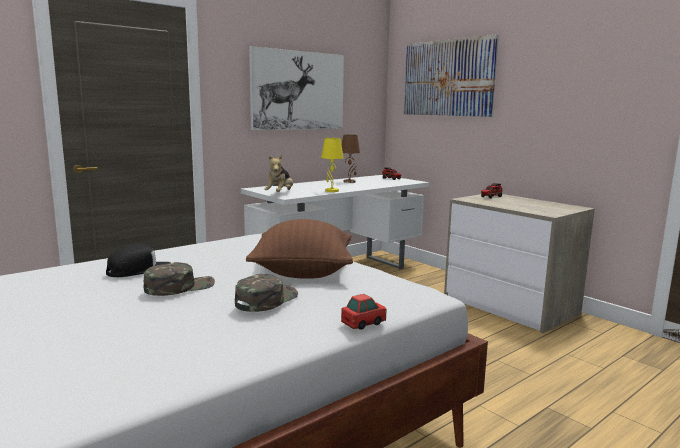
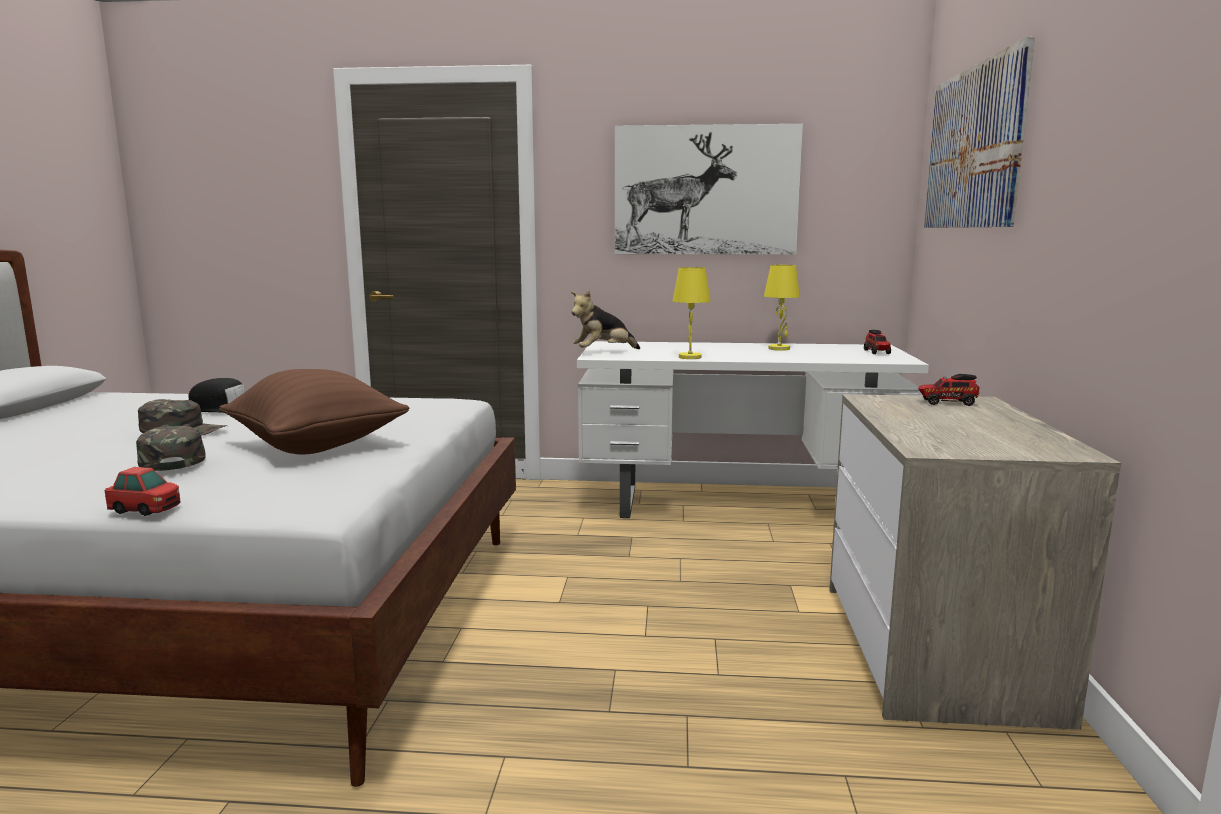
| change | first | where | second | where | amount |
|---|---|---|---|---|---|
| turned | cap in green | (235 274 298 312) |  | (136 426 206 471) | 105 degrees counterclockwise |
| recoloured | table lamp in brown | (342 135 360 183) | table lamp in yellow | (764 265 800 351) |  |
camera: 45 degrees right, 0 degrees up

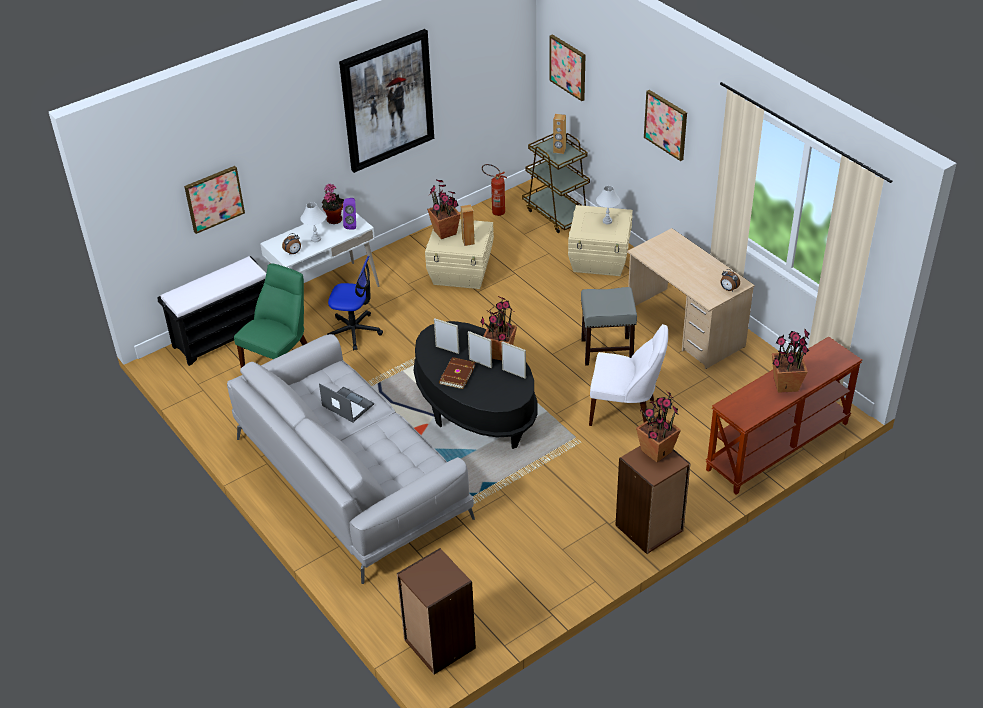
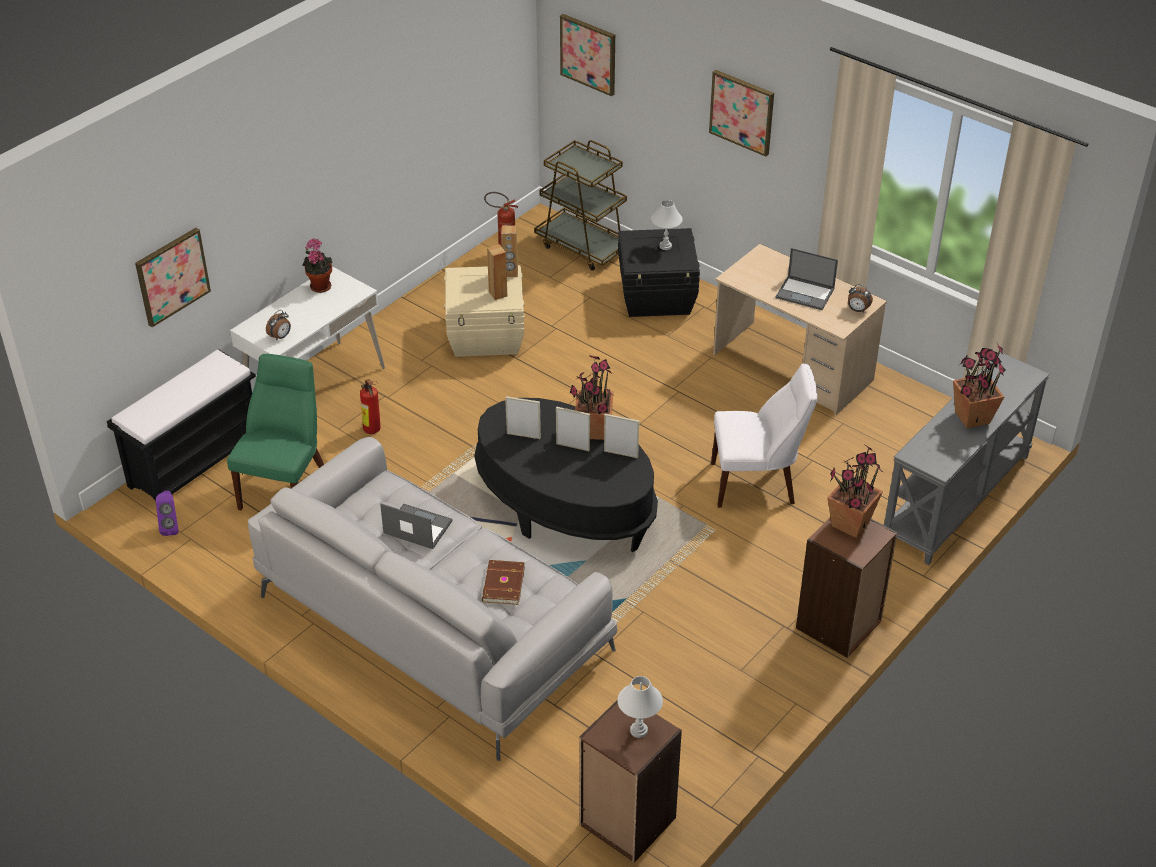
| change | first | where | second | where | amount |
|---|---|---|---|---|---|
| moved | speaker in purple | (343 198 356 230) |  | (156 490 179 536) |  |
| replaced | office chair | (327 256 383 351) | fire extinguisher | (360 379 381 434) |  |
| moved | book in brown | (439 357 476 389) |  | (482 560 525 605) |  |
| moved | speaker in brown | (553 114 566 154) |  | (501 225 518 277) |  |
| moved | table lamp in white | (300 202 326 242) |  | (617 676 663 738) |  |
| recoloured | storage box in beige | (568 205 633 276) | storage box in black | (618 228 700 317) |  |
| added |  |  | laptop | (776 248 838 310) |  |
| recoloured | console table in brown | (705 337 862 495) | console table in grey | (884 352 1050 565) |  |
| removed | picture | (339 29 434 173) |  |  |  |
| removed | potted plant | (427 180 461 239) |  |  |  |
| removed | stool in grey | (581 287 637 366) |  |  |  |
camera: 15 degrees left, 0 degrees up

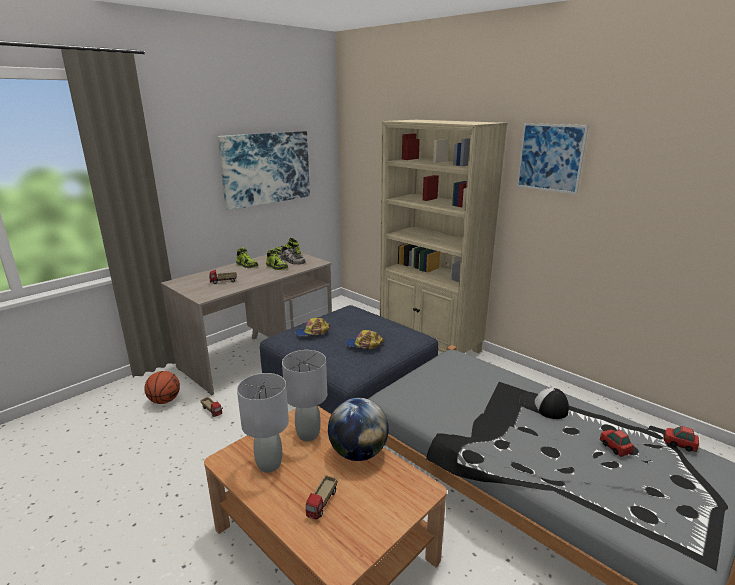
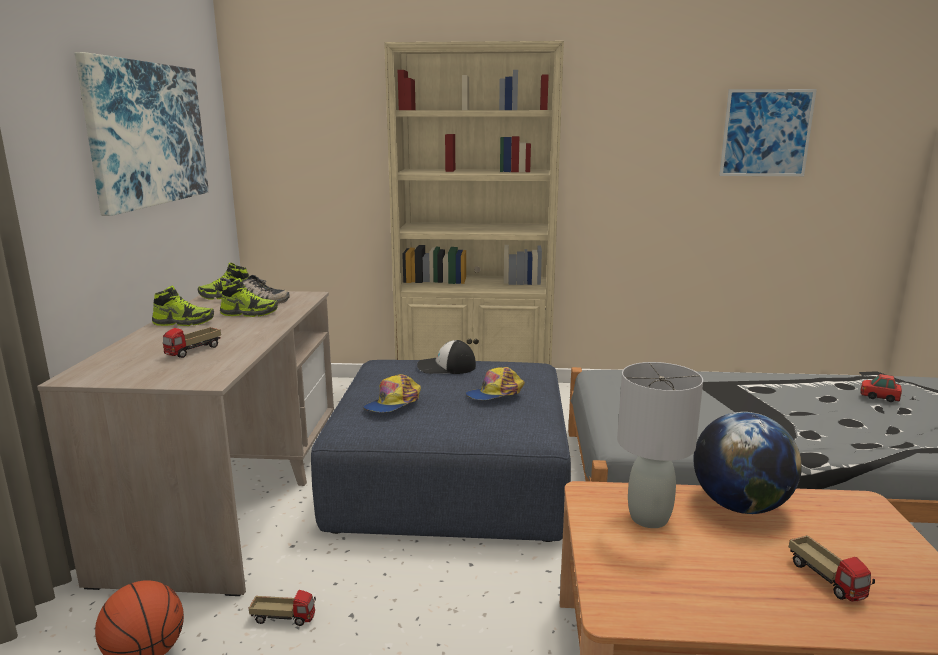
| change | first | where | second | where | amount |
|---|---|---|---|---|---|
| moved | cap | (519 388 569 419) |  | (417 340 476 374) |  |
| moved | picture | (516 123 589 194) |  | (719 89 817 176) |  |
| removed | table lamp in grey | (237 373 289 473) |  |  |  |
| removed | toy car | (664 426 699 452) |  |  |  |
camera: 40 degrees left, 5 degrees down

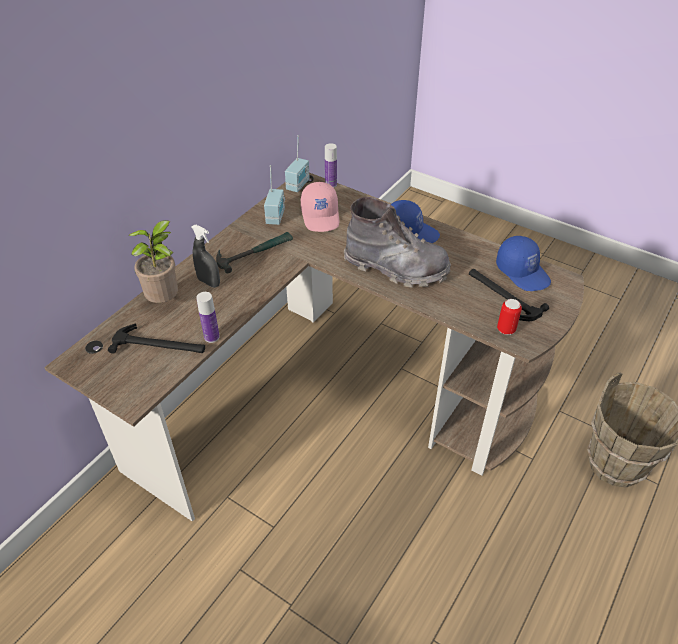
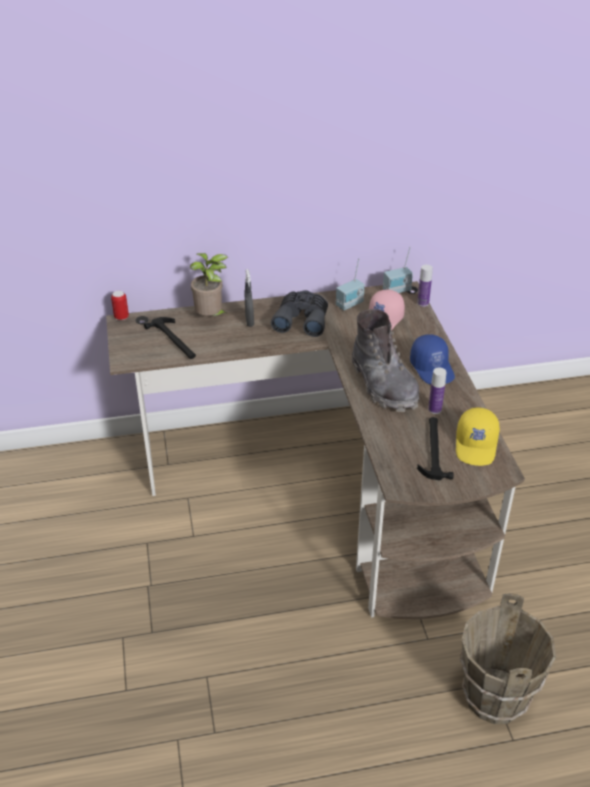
| change | first | where | second | where | amount |
|---|---|---|---|---|---|
| moved | can | (497 299 522 335) |  | (111 291 129 320) |  |
| replaced | hammer | (216 232 293 274) | binoculars in grey | (271 290 328 337) |  |
| moved | bottle | (196 292 220 343) |  | (428 368 447 414) |  |
| recoloured | cap in blue | (496 236 551 291) | cap in yellow | (456 408 500 466) |  |
camera: 45 degrees right, 5 degrees down

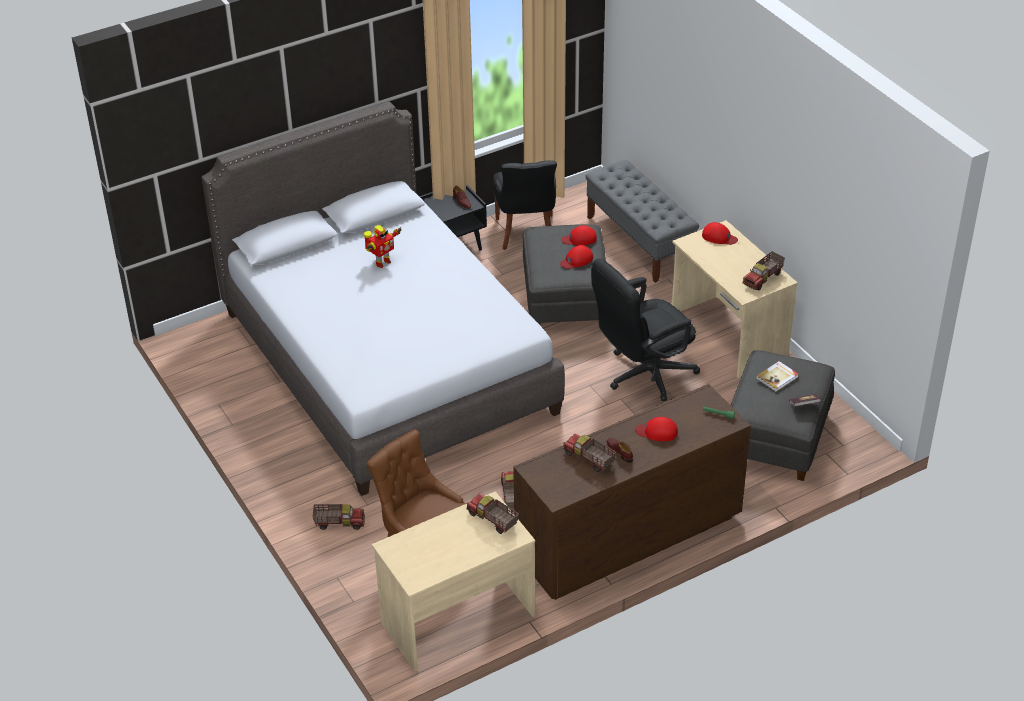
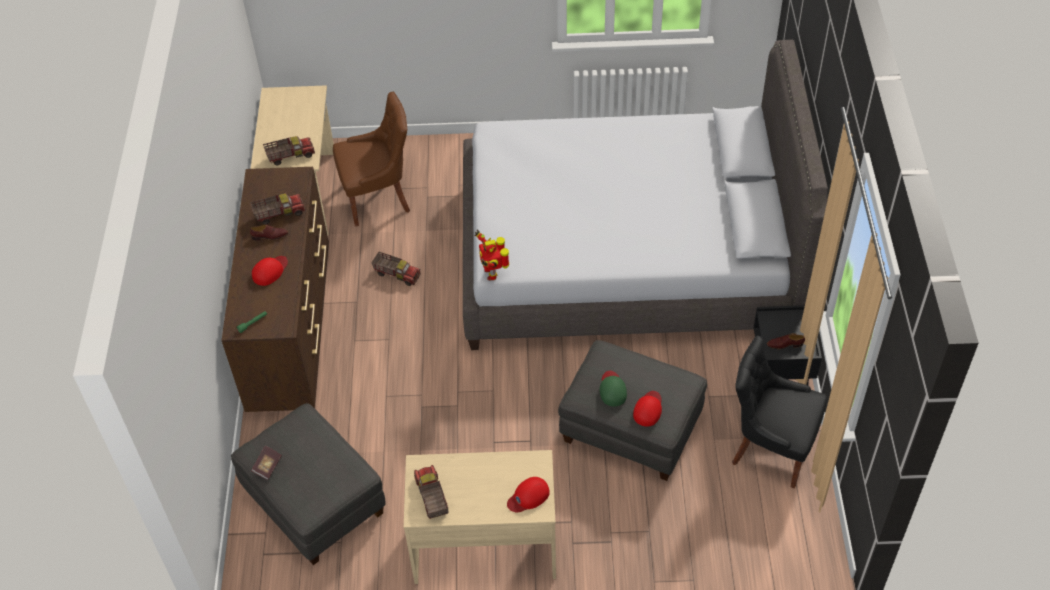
| change | first | where | second | where | amount |
|---|---|---|---|---|---|
| moved | toy robot | (364 225 401 268) |  | (475 229 509 281) |  |
| recoloured | cap in red | (560 245 593 269) | cap in green | (599 371 627 407) |  |
| removed | toy truck | (312 504 365 530) |  |  |  |
| removed | bench in grey | (585 160 699 283) |  |  |  |
| removed | office chair in black | (591 258 700 401) |  |  |  |
| removed | book | (756 361 798 392) |  |  |  |
camera: 120 degrees right, 10 degrees up

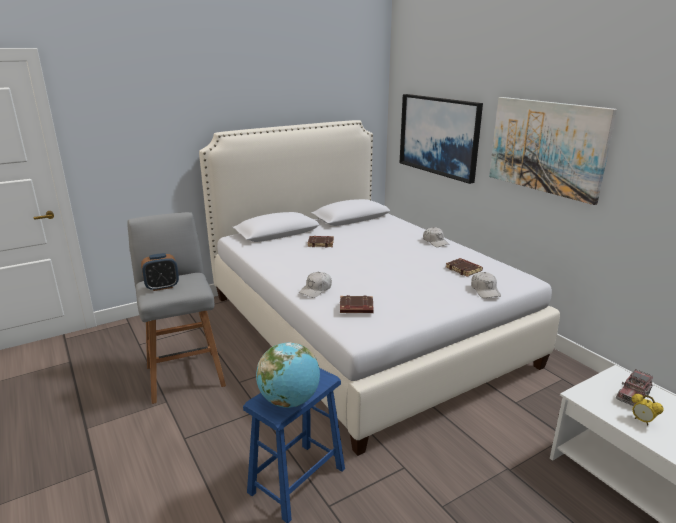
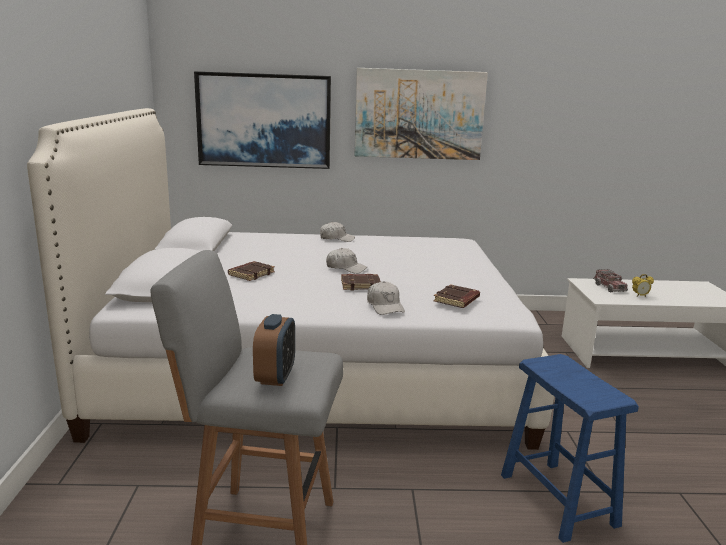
| change | first | where | second | where | amount |
|---|---|---|---|---|---|
| moved | cap in white | (471 272 501 298) |  | (326 248 367 274) |  |
| moved | book in brown | (446 258 483 277) |  | (341 274 381 291) |  |
| removed | globe | (256 342 320 408) |  |  |  |
camera: 60 degrees left, 5 degrees down

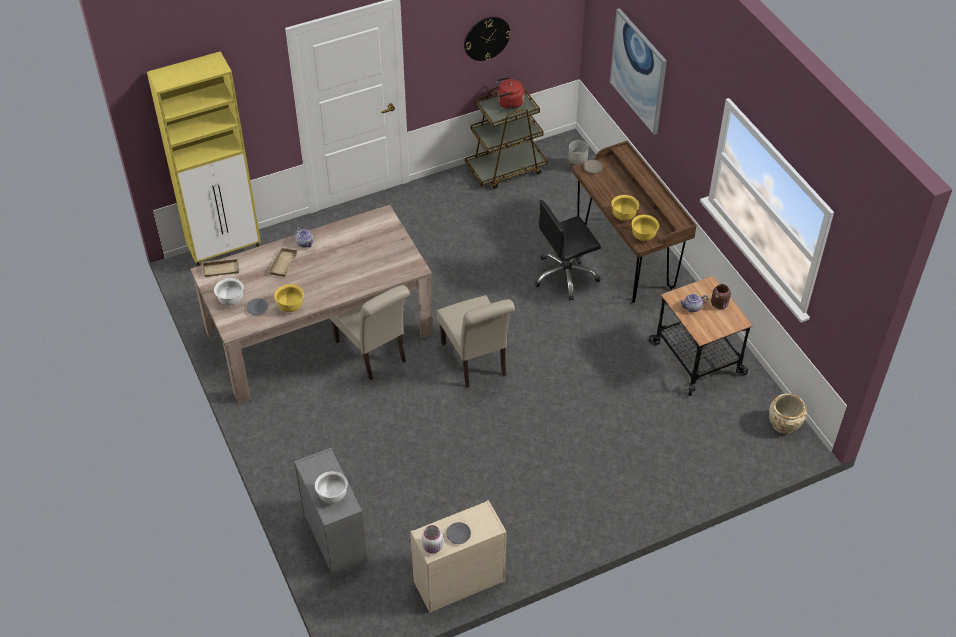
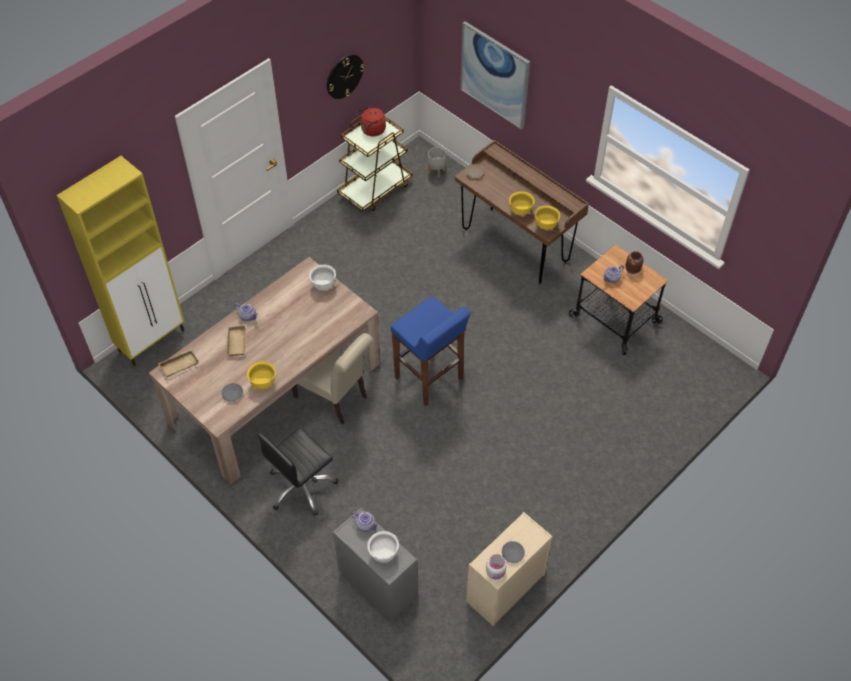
| change | first | where | second | where | amount |
|---|---|---|---|---|---|
| moved | office chair in black | (534 200 601 301) |  | (257 428 338 516) |  |
| moved | bowl in white | (214 278 244 306) |  | (309 264 336 290) |  |
| added |  |  | teapot | (351 512 379 532) |  |
| replaced | chair in beige | (437 295 515 388) | stool in blue | (391 296 471 406) |  |
| removed | planter in beige | (769 393 807 434) |  |  |  |
camera: 20 degrees left, 5 degrees up

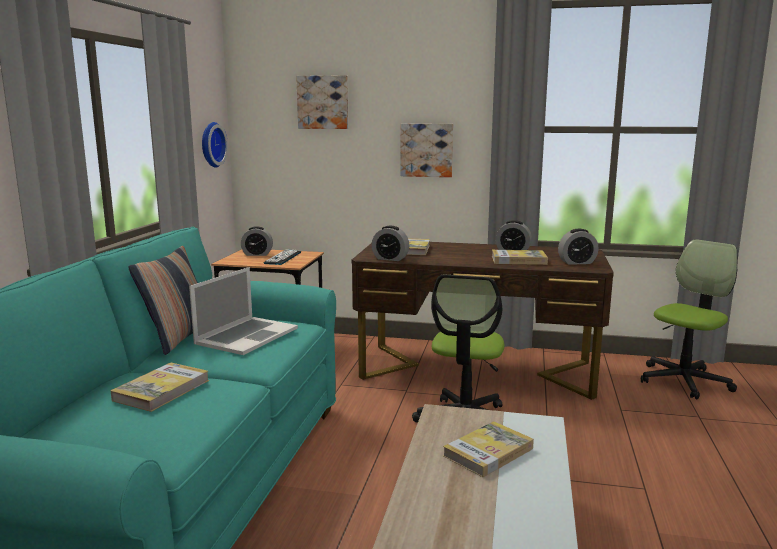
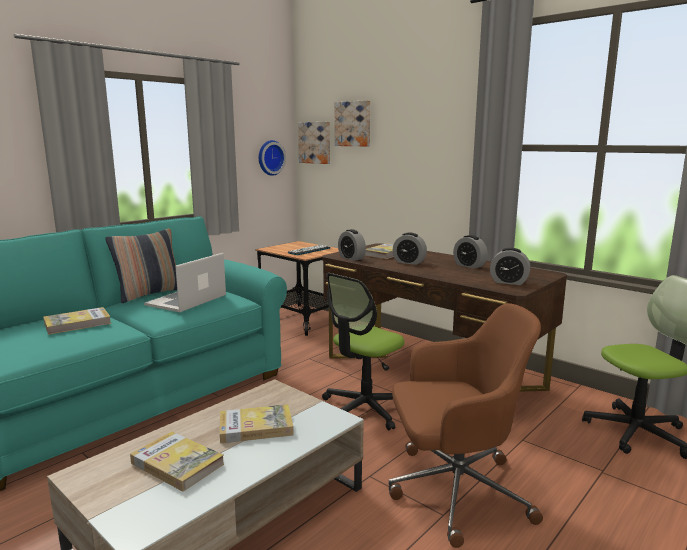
| change | first | where | second | where | amount |
|---|---|---|---|---|---|
| moved | book | (492 250 548 265) |  | (130 431 224 491) |  |
| turned | laptop | (189 267 298 355) |  | (144 253 226 312) | 150 degrees clockwise |
| moved | picture | (400 124 453 177) |  | (298 122 330 164) |  |
| added |  |  | office chair in brown | (389 303 543 548) |  |
| moved | alarm clock | (241 226 273 256) |  | (393 233 427 265) |  |
camera: 30 degrees right, 0 degrees up

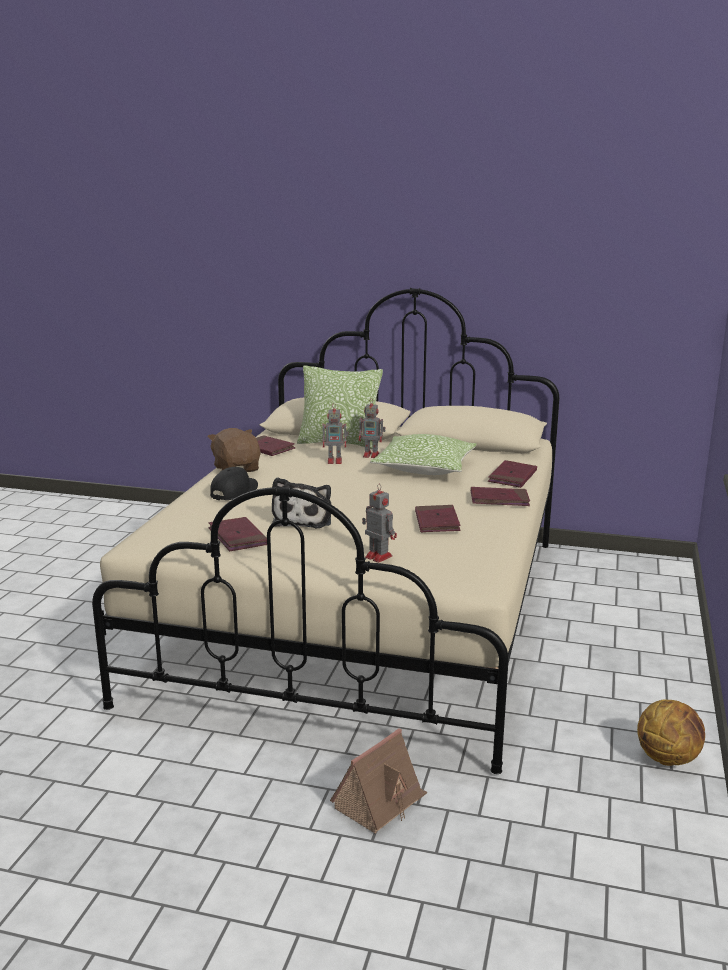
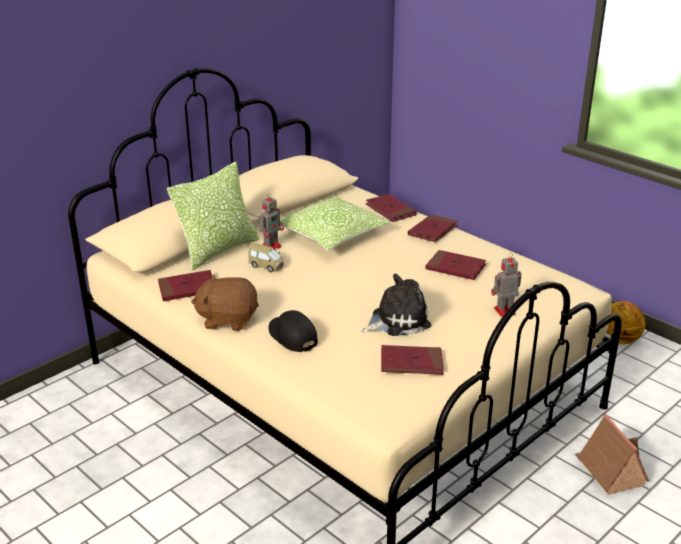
| change | first | where | second | where | amount |
|---|---|---|---|---|---|
| replaced | toy robot | (322 403 349 464) | toy car | (248 243 284 272) |  |
| turned | plush toy | (272 477 331 529) |  | (361 273 431 336) | 60 degrees counterclockwise |
camera: 60 degrees left, 10 degrees up

